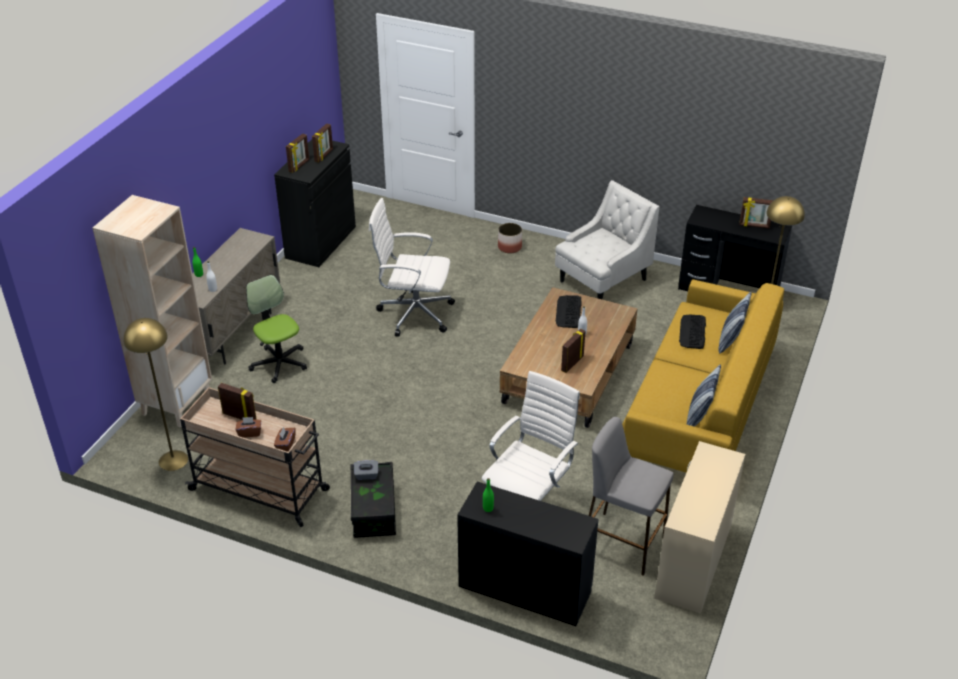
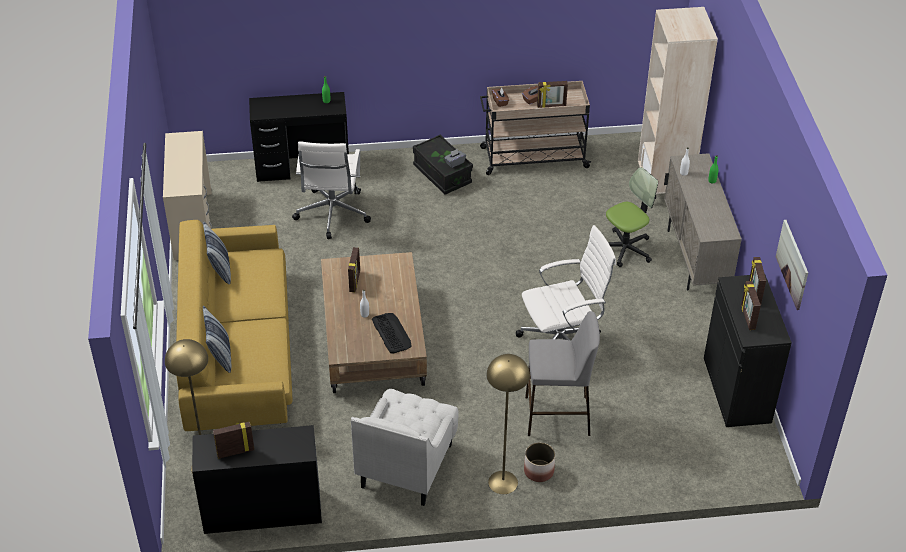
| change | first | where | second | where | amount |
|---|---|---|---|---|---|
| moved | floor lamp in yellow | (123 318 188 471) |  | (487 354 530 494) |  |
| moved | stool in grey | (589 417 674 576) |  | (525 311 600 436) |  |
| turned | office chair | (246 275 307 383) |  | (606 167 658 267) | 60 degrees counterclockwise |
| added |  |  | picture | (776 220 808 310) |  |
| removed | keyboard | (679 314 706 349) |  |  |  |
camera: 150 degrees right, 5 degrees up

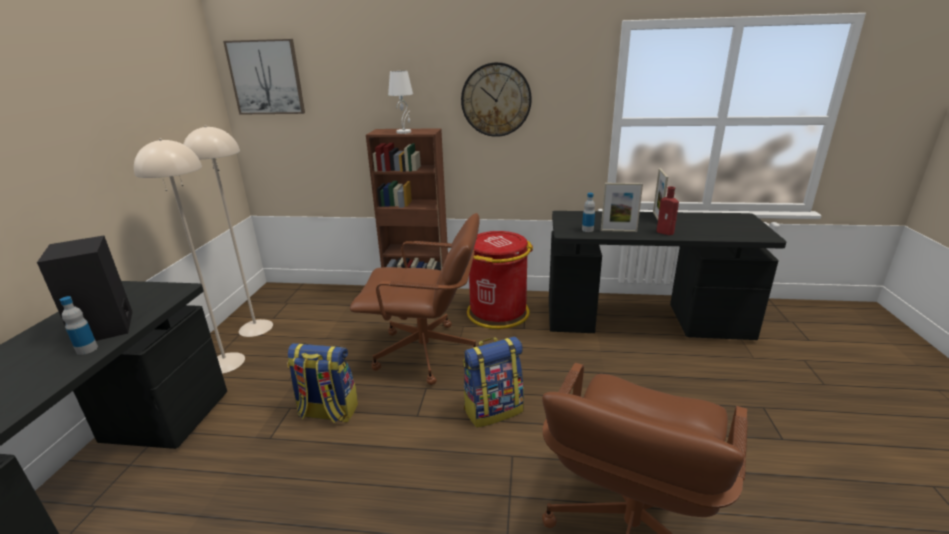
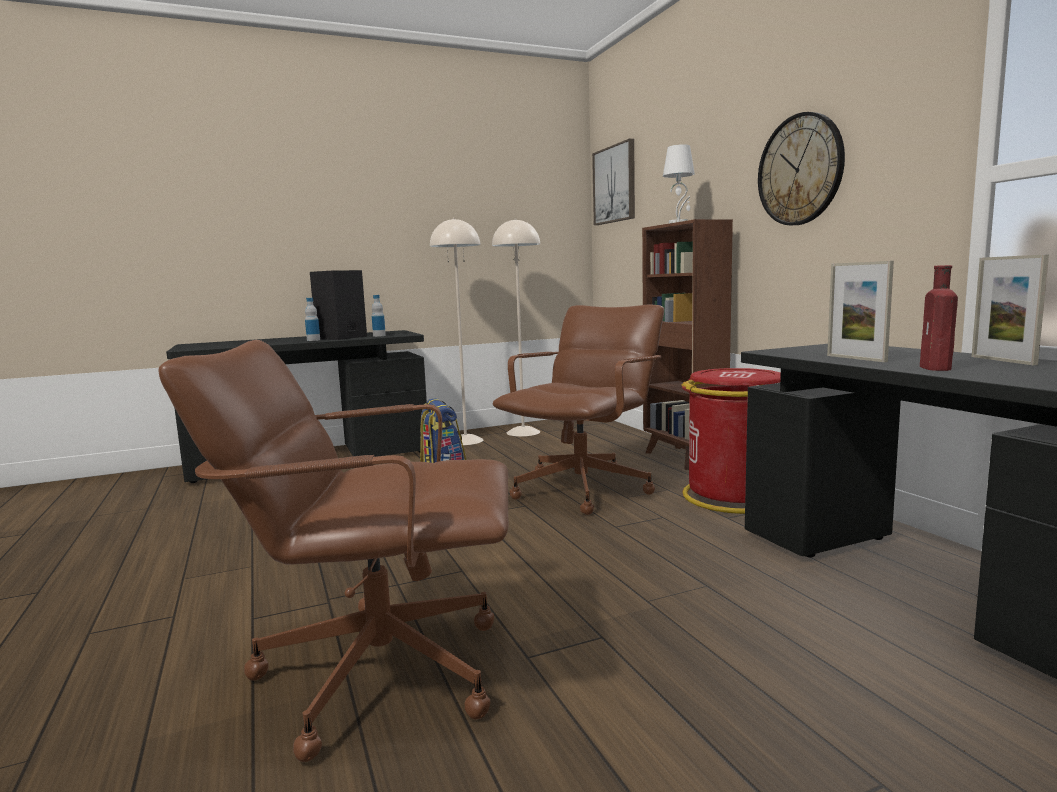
| change | first | where | second | where | amount |
|---|---|---|---|---|---|
| moved | bottle | (582 193 595 232) |  | (372 295 386 337) |  |
| turned | office chair in brown | (350 213 480 385) |  | (493 305 664 515) | 120 degrees counterclockwise |
| turned | picture frame | (653 168 668 220) |  | (972 254 1049 365) | 75 degrees counterclockwise |
| removed | backpack | (463 337 524 428) |  |  |  |
camera: 60 degrees right, 15 degrees down

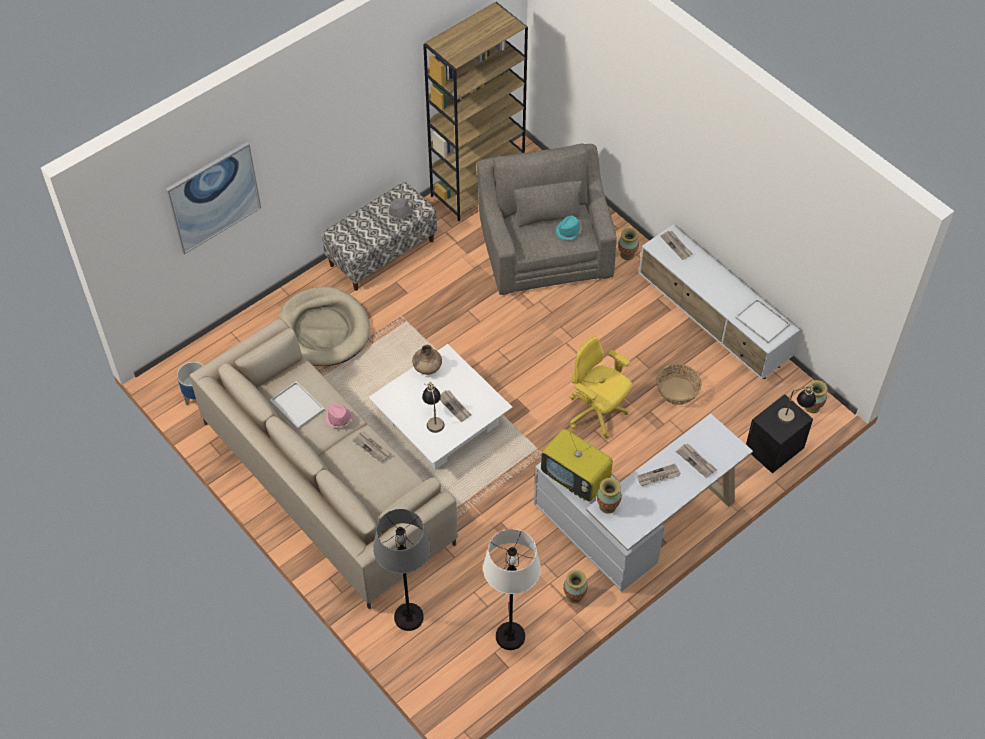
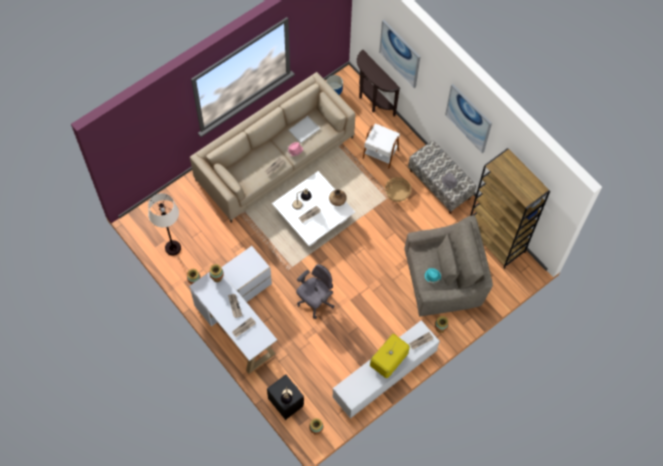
| change | first | where | second | where | amount |
|---|---|---|---|---|---|
| recoloured | office chair in yellow | (569 336 632 439) | office chair in grey | (296 264 335 319) |  |
| added |  |  | console table in brown | (357 49 400 116) |  |
| replaced | dog bed in beige | (279 287 370 366) | side table in white | (363 123 400 169) |  |
| moved | television | (541 429 613 502) |  | (370 333 410 378) |  |
| moved | basket | (656 364 702 405) |  | (385 177 411 202) |  |
| added |  |  | picture | (445 84 492 153) |  |
| removed | floor lamp in grey | (373 509 431 631) |  |  |  |
| removed | tray in white | (735 298 790 343) |  |  |  |
camera: 90 degrees right, 10 degrees up

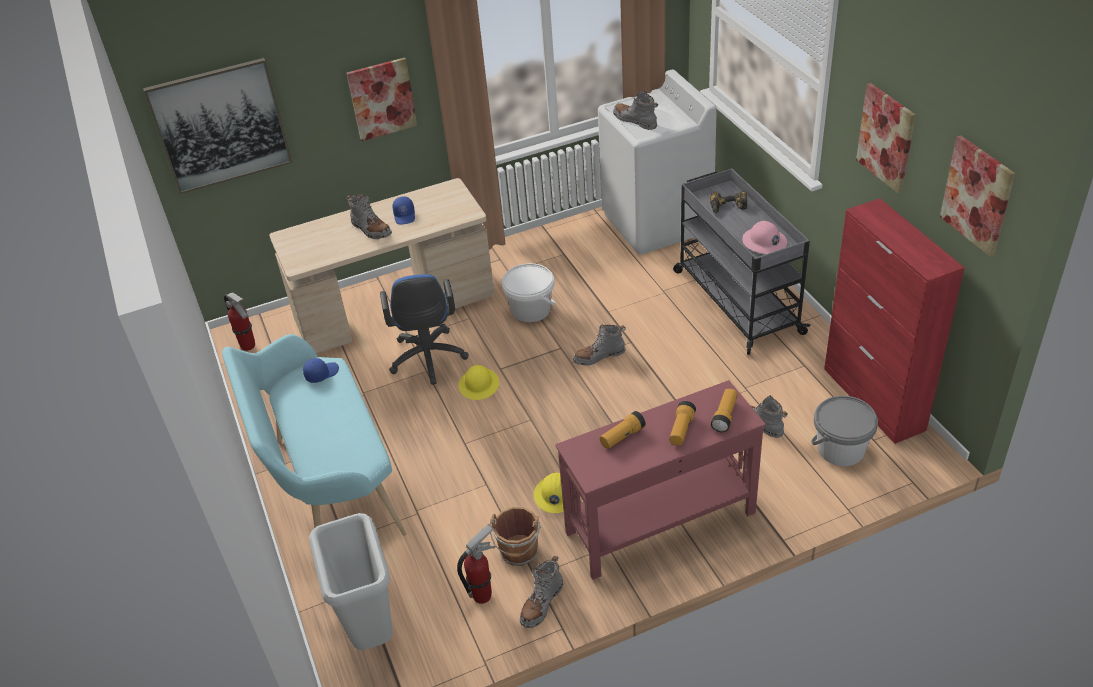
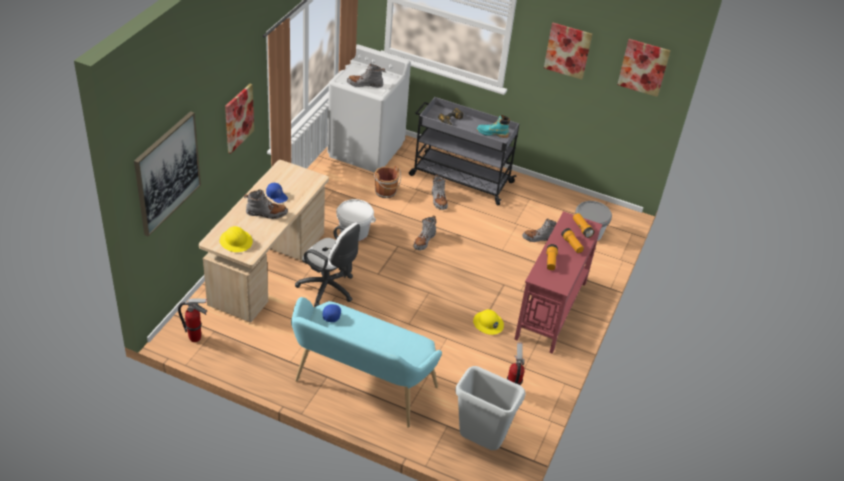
| change | first | where | second | where | amount |
|---|---|---|---|---|---|
| moved | hard hat in yellow | (458 365 499 400) |  | (220 226 253 252) |  |
| recoloured | office chair in blue | (380 274 469 385) | office chair in white | (295 222 360 307) |  |
| moved | bucket in brown | (490 507 541 566) |  | (374 165 401 198) |  |
| moved | boot in grey | (520 556 563 628) |  | (432 175 448 210) |  |
| replaced | hard hat in pink | (742 221 787 254) | boot in turquoise | (477 114 510 138) |  |
| removed | cabinet in red | (824 198 965 444) |  |  |  |
camera: 50 degrees left, 0 degrees up

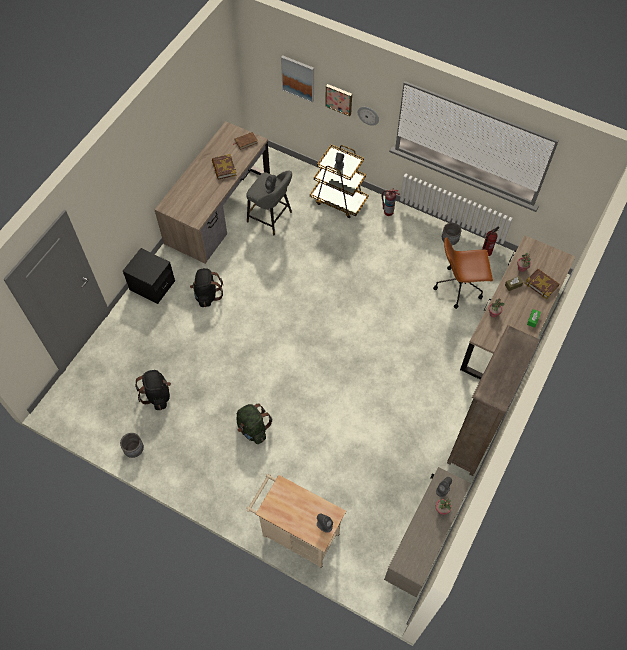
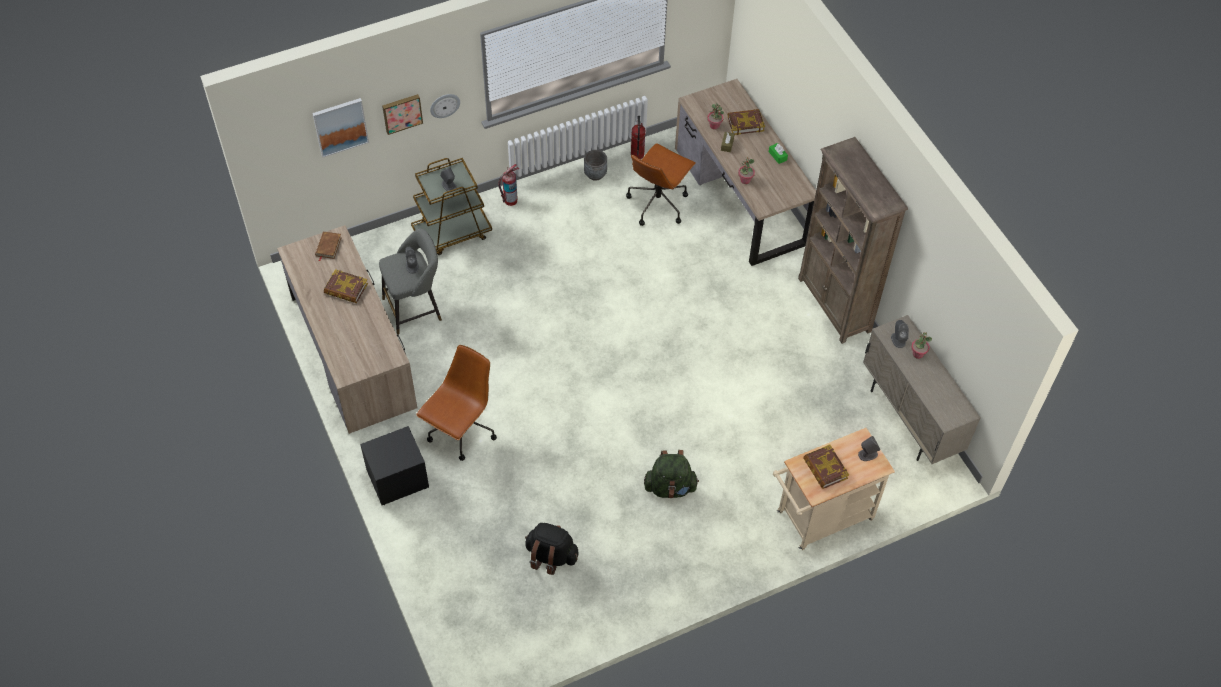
| change | first | where | second | where | amount |
|---|---|---|---|---|---|
| replaced | backpack in black | (190 268 223 307) | office chair in brown | (416 345 497 461) |  |
| added |  |  | book | (803 444 849 489) |  |
| removed | planter in grey | (120 433 144 458) |  |  |  |
camera: 55 degrees left, 5 degrees down

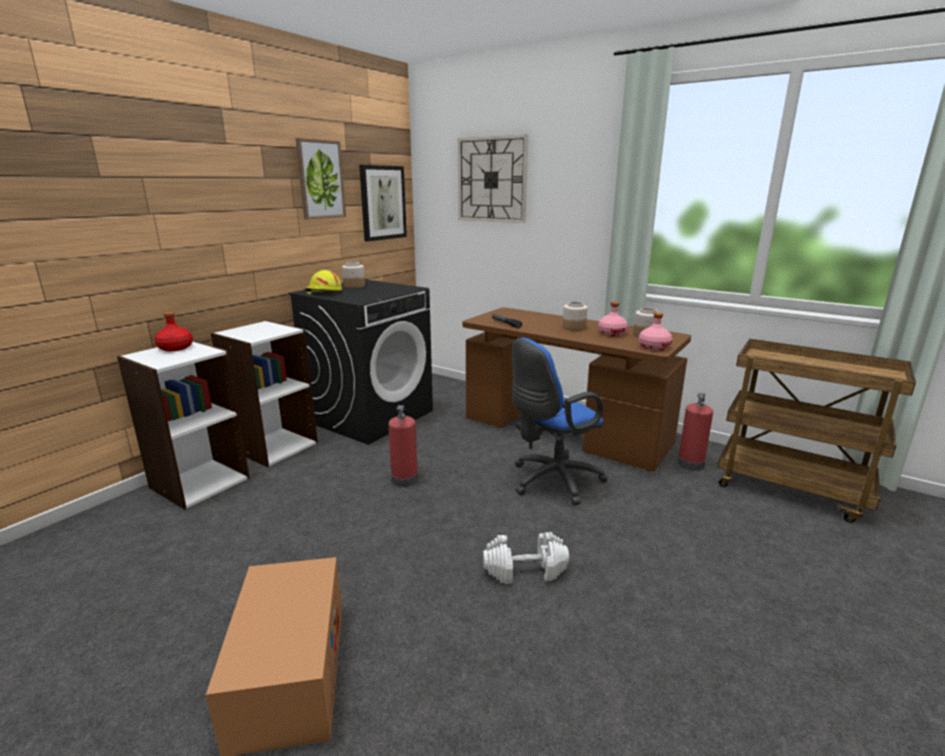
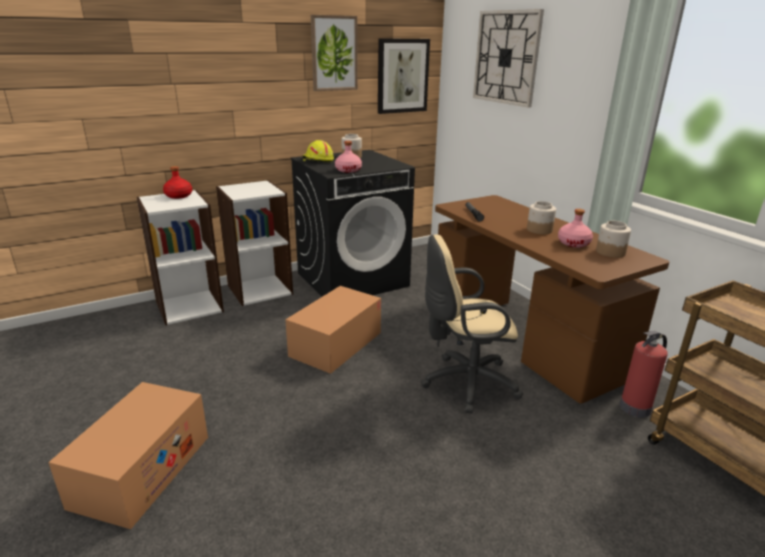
| change | first | where | second | where | amount |
|---|---|---|---|---|---|
| replaced | fire extinguisher | (388 405 418 487) | cardboard box | (285 286 381 374) |  |
| moved | bottle in pink | (639 312 673 350) |  | (335 141 362 173) |  |
| recoloured | office chair in blue | (512 338 608 505) | office chair in beige | (421 234 523 413) |  |
| removed | dumbbell in white | (483 532 569 584) |  |  |  |
camera: 25 degrees right, 5 degrees up

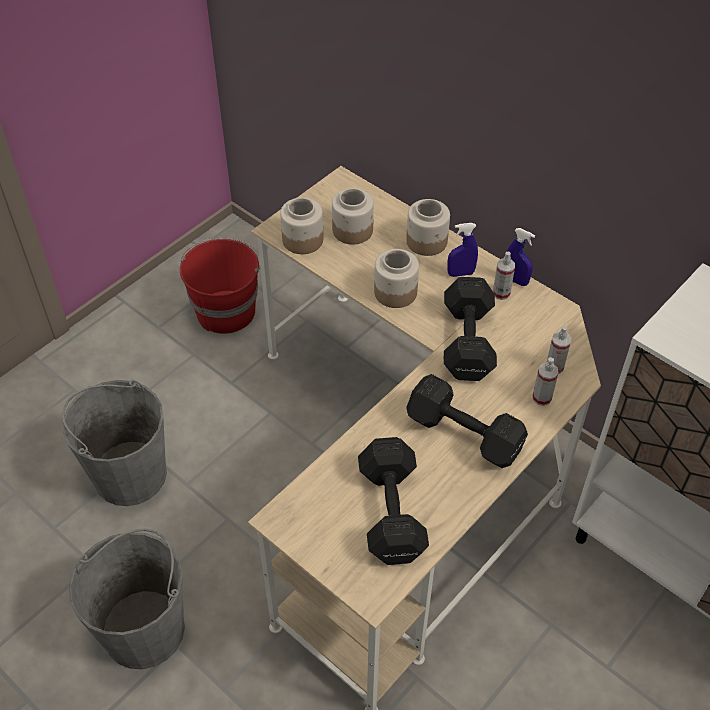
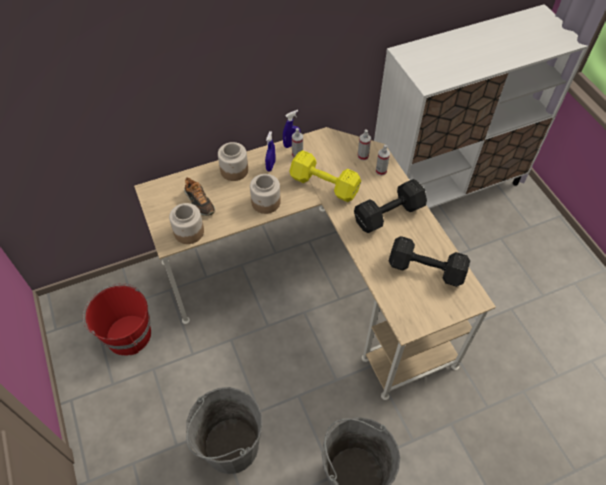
| change | first | where | second | where | amount |
|---|---|---|---|---|---|
| replaced | jar | (332 188 374 245) | shoe | (184 177 215 216) |  |
| recoloured | dumbbell in black | (444 277 497 381) | dumbbell in yellow | (289 150 361 202) |  |
camera: 65 degrees left, 5 degrees up

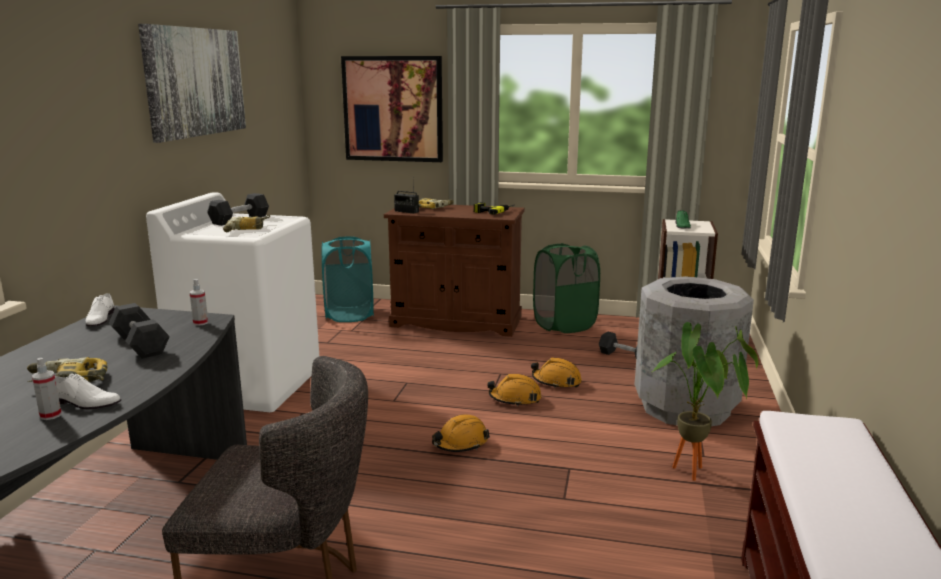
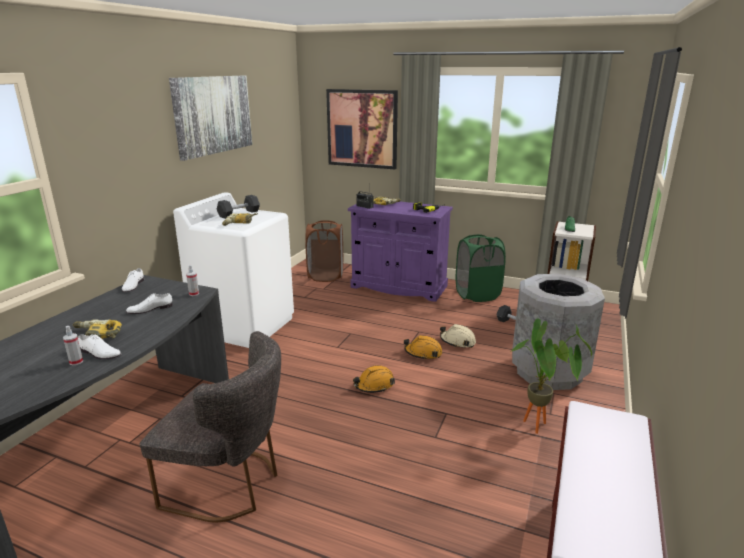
| change | first | where | second | where | amount |
|---|---|---|---|---|---|
| replaced | dumbbell in black | (109 303 170 359) | shoe in white | (126 293 173 314) |  |
| recoloured | laundry basket in turquoise | (321 236 374 322) | laundry basket in brown | (305 220 343 282) |  |
| recoloured | cabinet in brown | (384 205 525 337) | cabinet in purple | (348 202 453 302) |  |
| recoloured | hard hat in orange | (531 357 582 389) | hard hat in beige | (440 324 476 348) |  |
camera: 10 degrees right, 5 degrees up

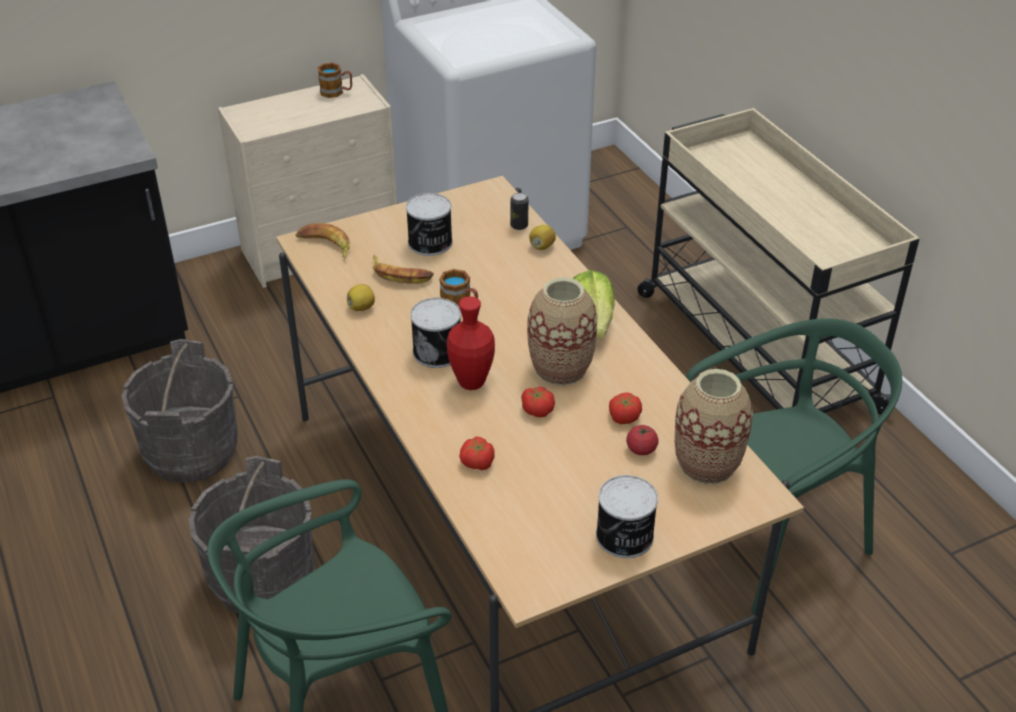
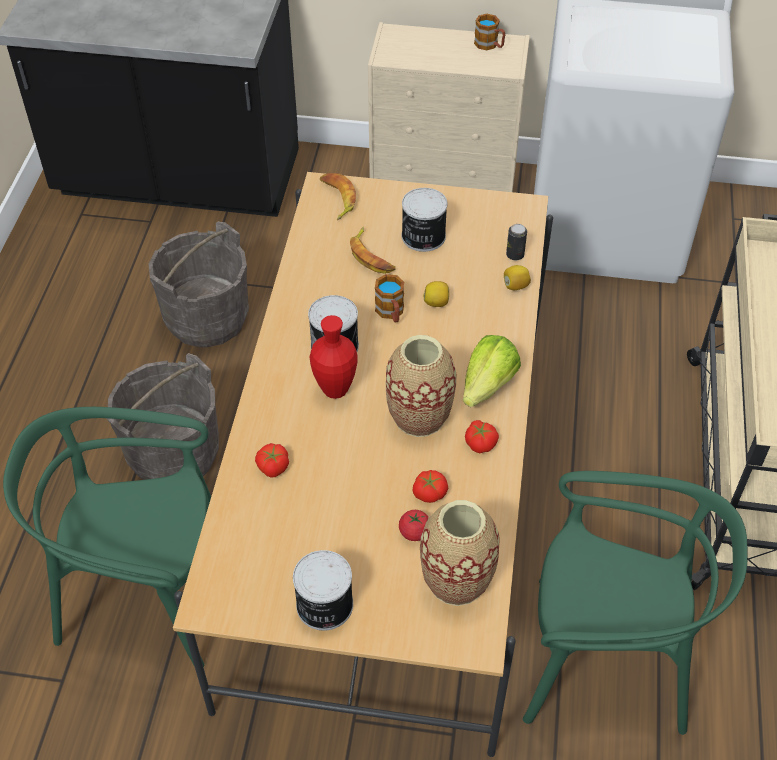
| change | first | where | second | where | amount |
|---|---|---|---|---|---|
| moved | lemon | (347 284 375 311) |  | (423 281 449 307) |  |
| moved | tomato | (521 387 555 417) |  | (465 420 499 453) |  |
camera: 35 degrees right, 10 degrees up

